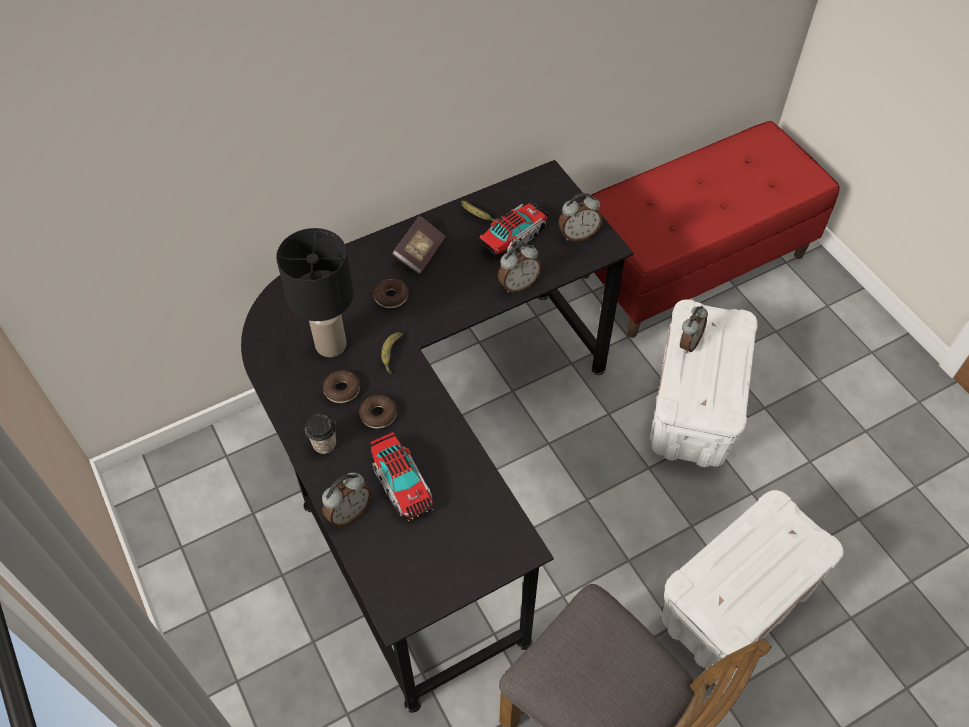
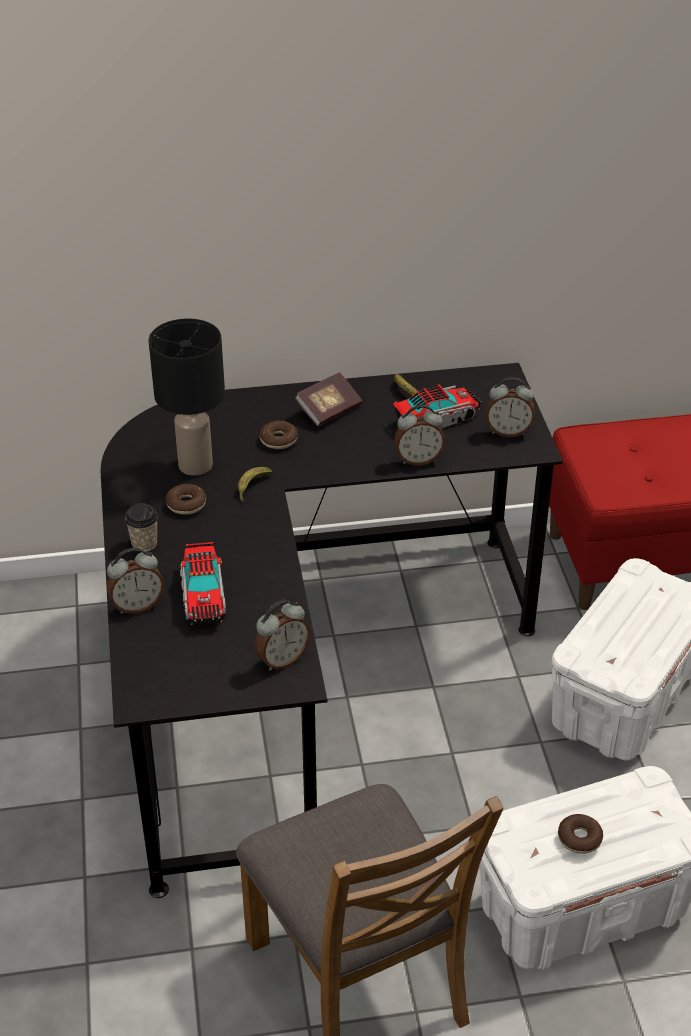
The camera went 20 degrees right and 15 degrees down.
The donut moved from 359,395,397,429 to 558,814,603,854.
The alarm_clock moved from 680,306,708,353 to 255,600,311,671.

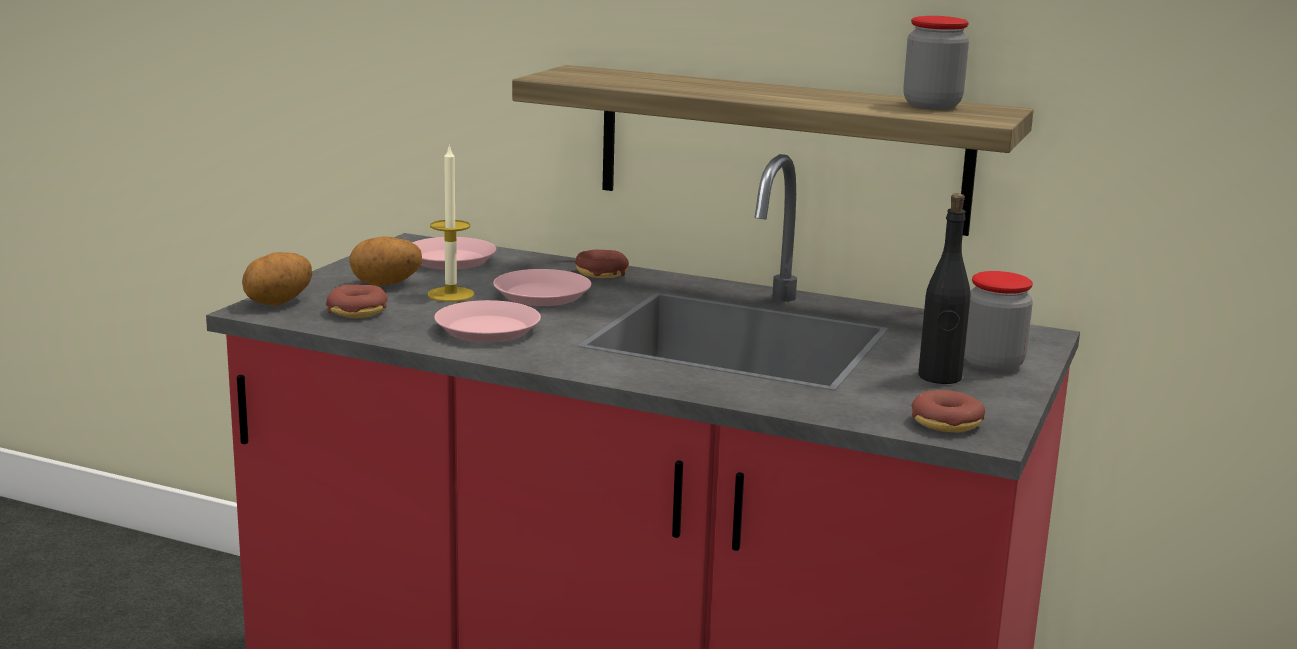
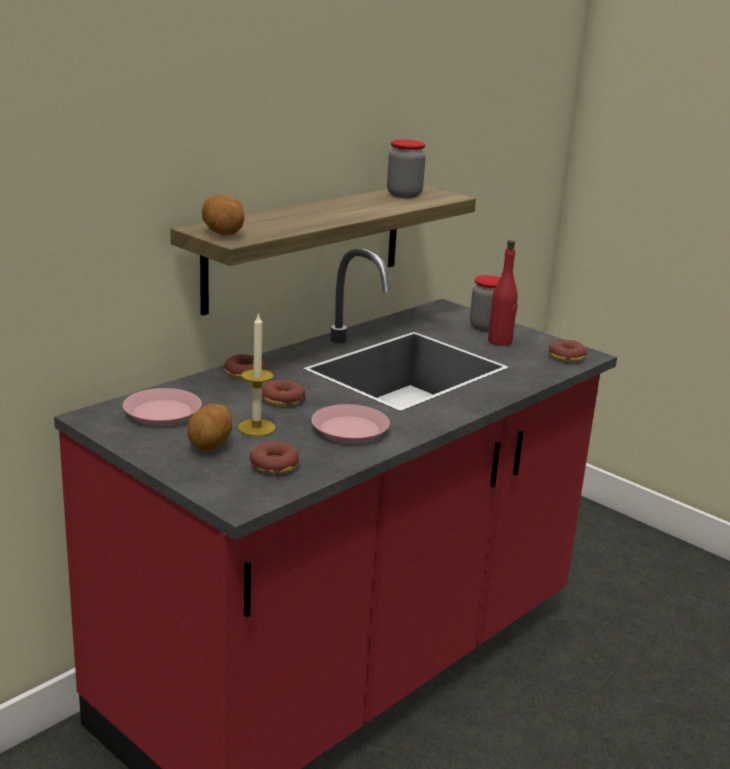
The camera went 70 degrees left and 5 degrees up.
The potato moved from 242,252,312,305 to 202,195,244,236.
The pink_plate at 493,269,591,306 was replaced by the donut at 262,380,305,406.
The black_bottle at 918,193,970,384 became the red_bottle at 488,240,518,346.

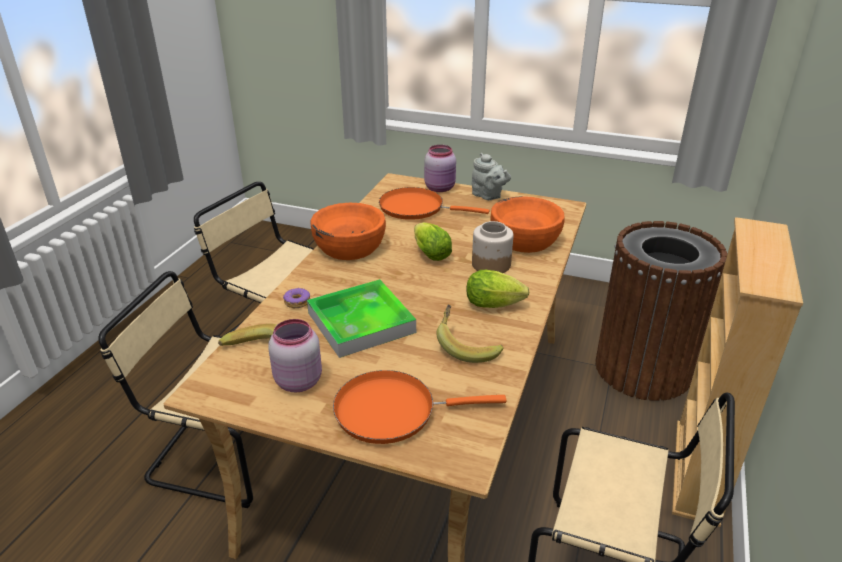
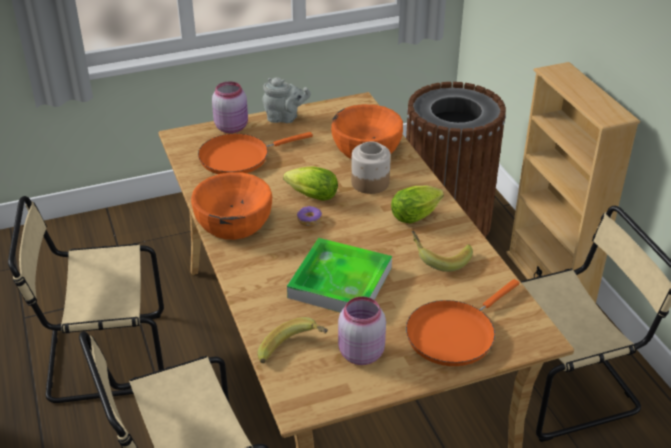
The camera went 40 degrees left and 5 degrees up.
The donut moved from 283,287,310,308 to 297,206,322,226.

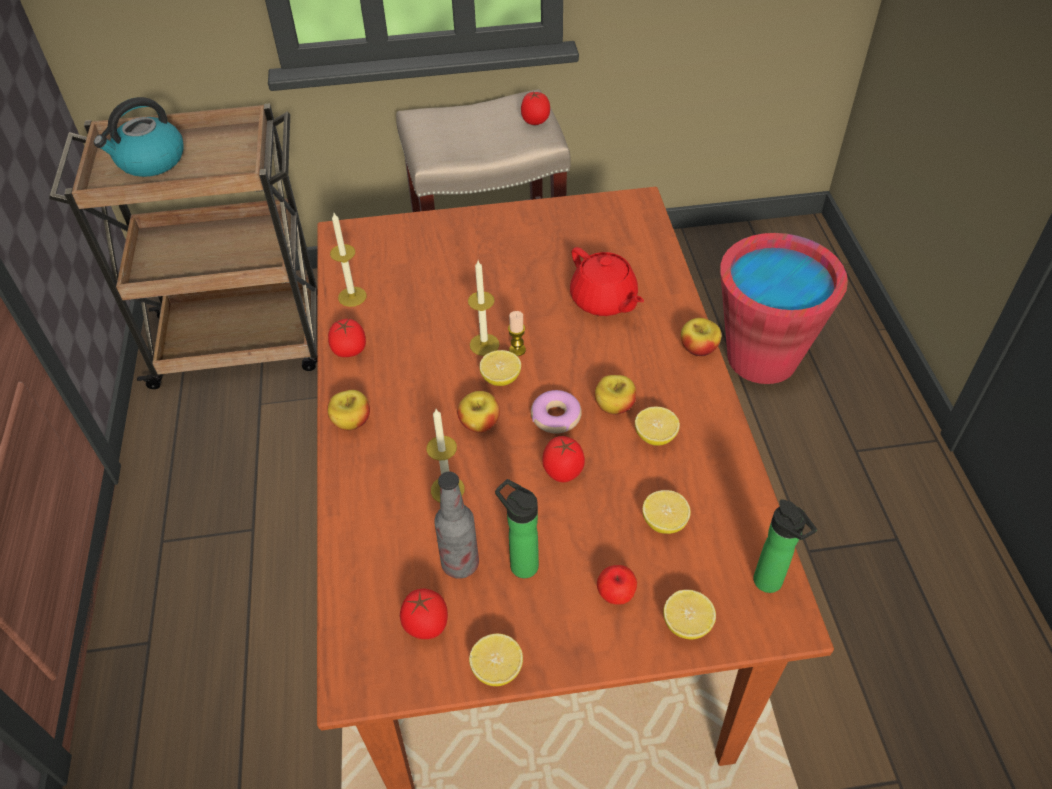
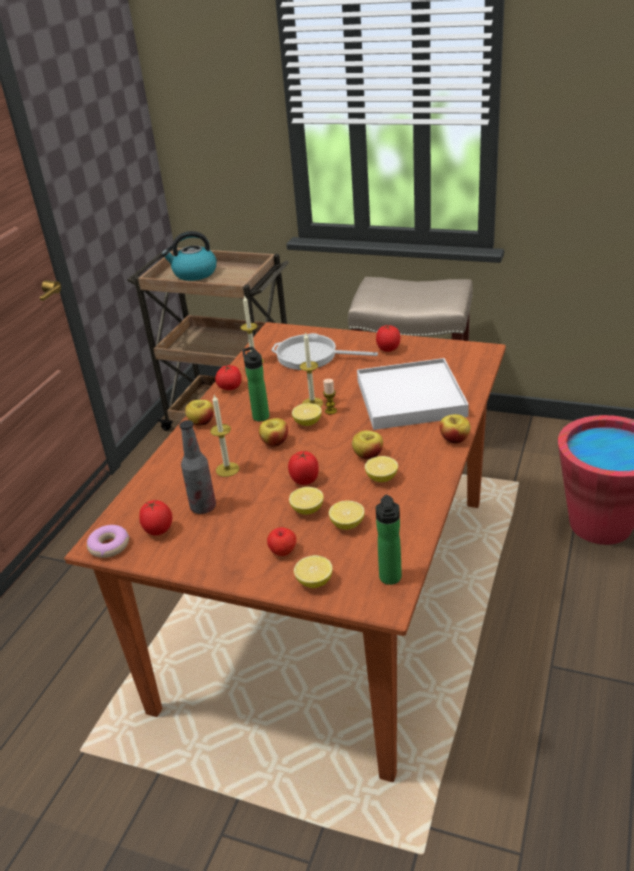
The camera went 30 degrees right and 15 degrees down.
The frying_pan at 271,333,378,370 appeared.
The lemon moved from 469,634,523,686 to 289,487,324,515.
The bottle moved from 495,479,539,578 to 242,347,269,421.
The tomato moved from 521,92,550,125 to 376,324,401,352.
The donut moved from 531,390,582,433 to 87,525,129,558.
The red_teapot at 570,247,644,316 was replaced by the white_tray at 357,358,469,430.

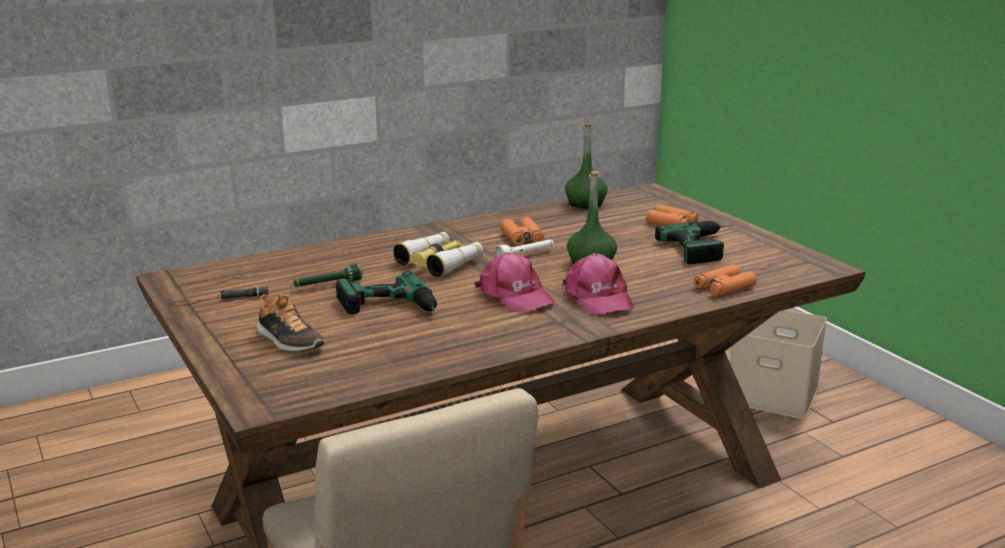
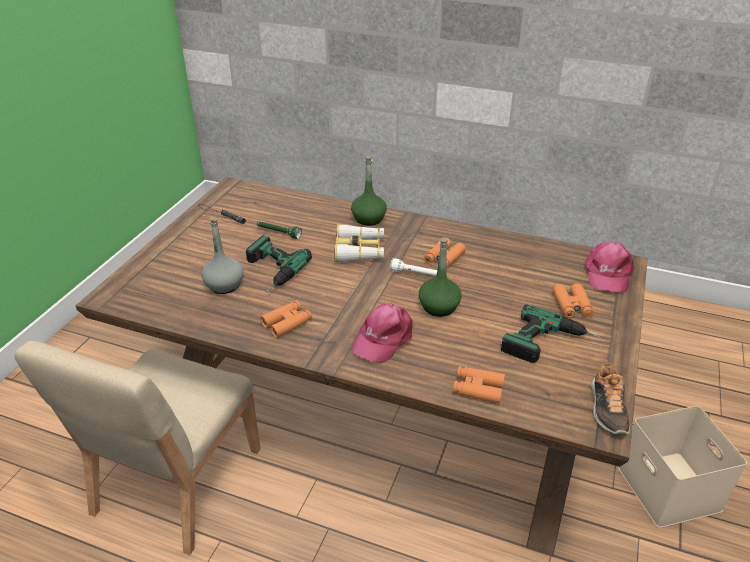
The camera went 50 degrees right and 15 degrees up.
The grey_bottle at 201,217,243,294 appeared.
The orange_binoculars at 260,301,312,338 appeared.
The shoe moved from 256,294,325,352 to 591,361,630,435.
The pink_cap moved from 475,252,555,312 to 585,242,634,292.
The green_bottle moved from 565,124,608,209 to 351,157,387,226.

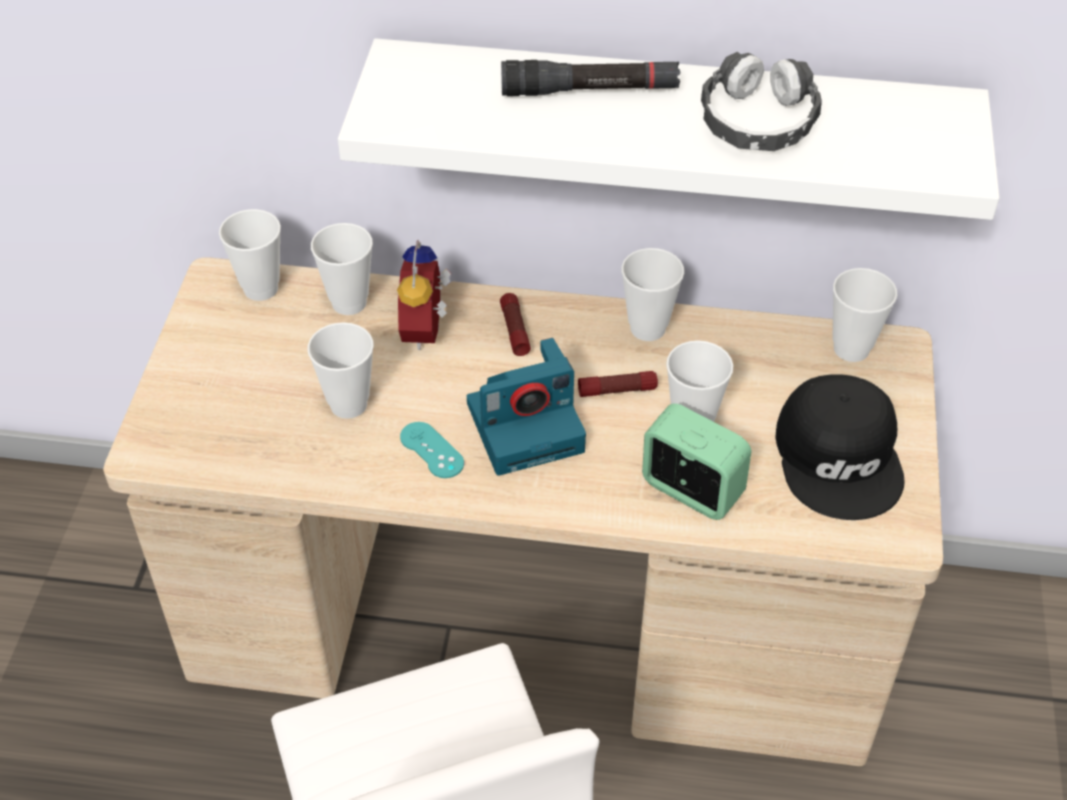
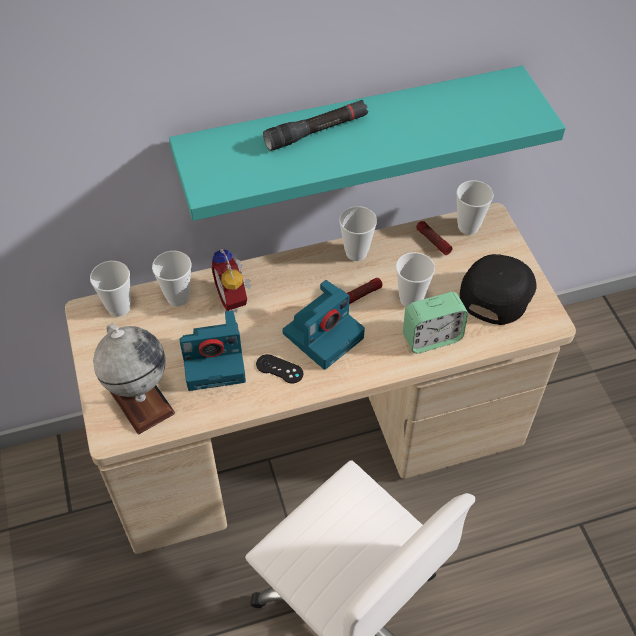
The camera went 25 degrees left and 5 degrees up.
The headphones at 701,51,822,151 disappeared.
The globe at 93,323,175,434 appeared.
The flashlight moved from 500,293,531,356 to 416,221,453,255.
The cup at 307,322,374,419 was replaced by the photo_camera at 180,310,246,391.
The white_shelf at 338,38,1000,220 became the turquoise_shelf at 169,66,566,221.
The turquoise_game_controller at 400,422,464,478 became the black_game_controller at 256,354,303,383.
The alarm_clock at 642,403,751,520 turned 150 degrees clockwise.
The black_cap at 776,374,905,520 turned 120 degrees counterclockwise.

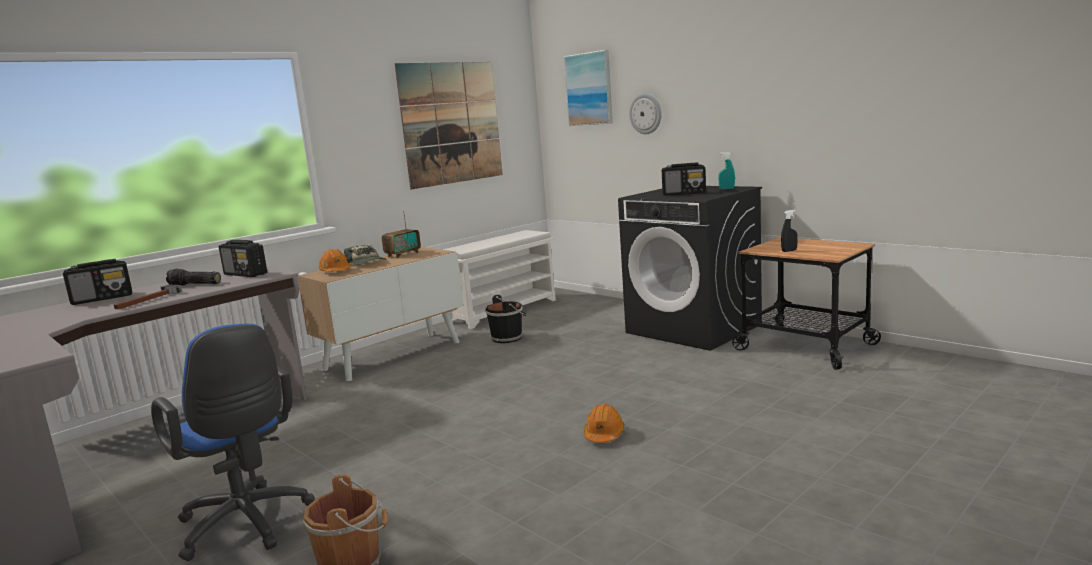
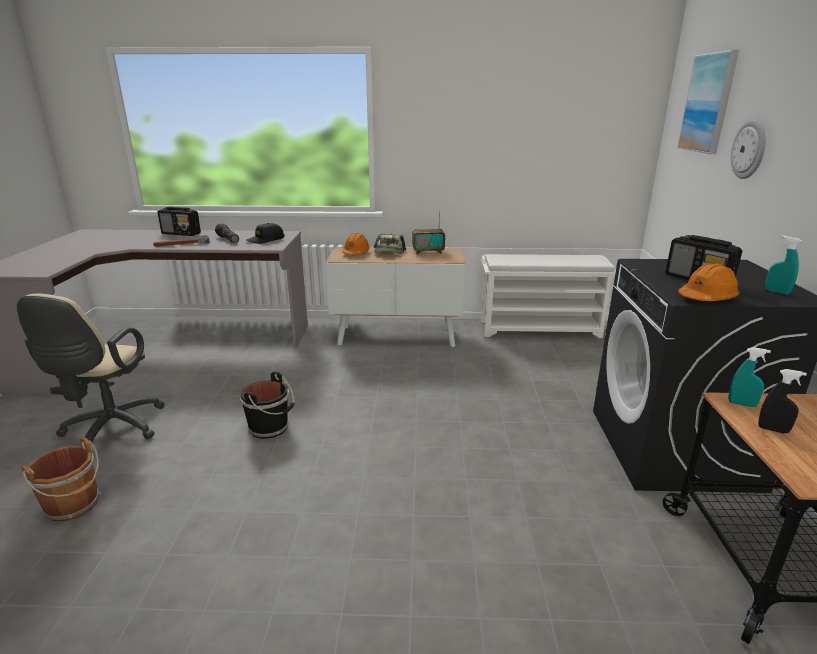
The camera went 45 degrees right and 10 degrees up.
The picture at 395,62,503,189 disappeared.
The turquoise_spray_bottle at 728,347,771,407 appeared.
The black_bucket moved from 485,295,526,343 to 240,371,294,439.
The orange_hard_hat moved from 584,404,624,443 to 678,263,739,301.
The radio at 219,240,267,277 was replaced by the black_cap at 246,223,285,244.
The blue_office_chair at 151,324,315,561 became the beige_office_chair at 17,293,165,445.

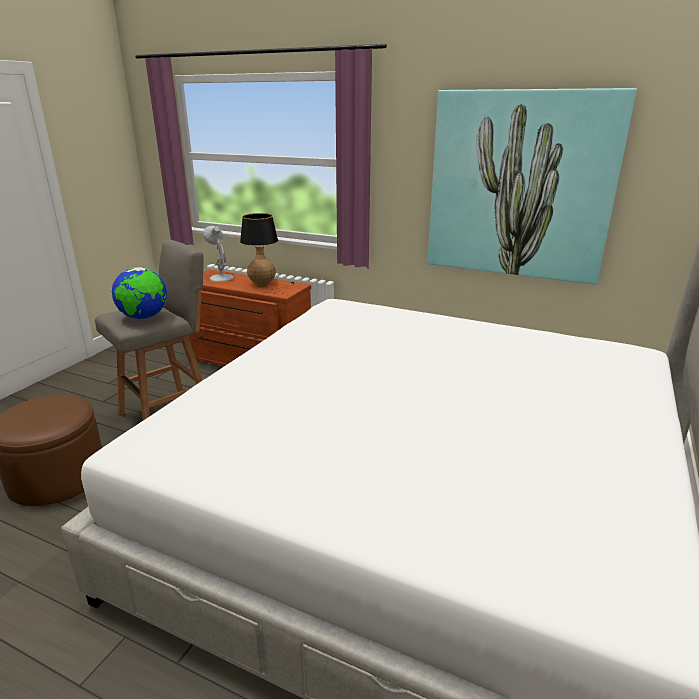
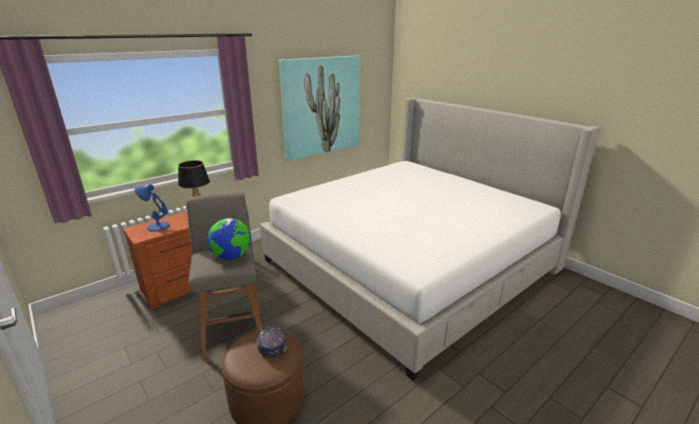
The camera went 65 degrees left and 0 degrees up.
The cap at 255,326,287,358 appeared.
The white_table_lamp at 203,226,234,282 became the blue_table_lamp at 134,184,170,232.

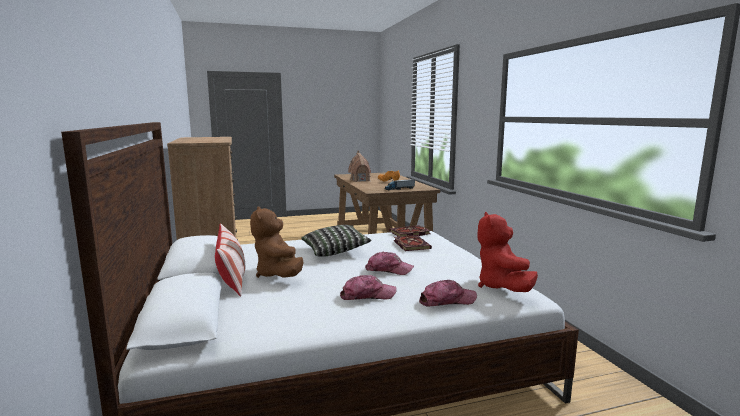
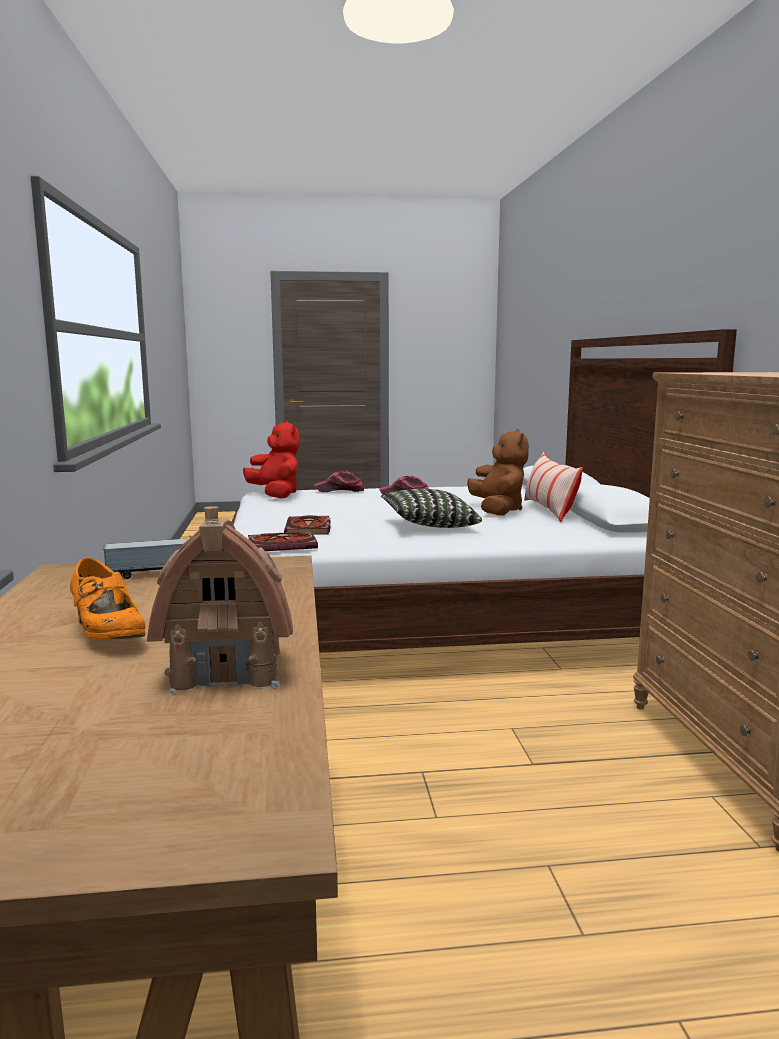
The camera went 170 degrees left and 0 degrees up.
The cap at 365,252,414,275 disappeared.
The red_plush_toy at 477,212,538,292 turned 45 degrees counterclockwise.

